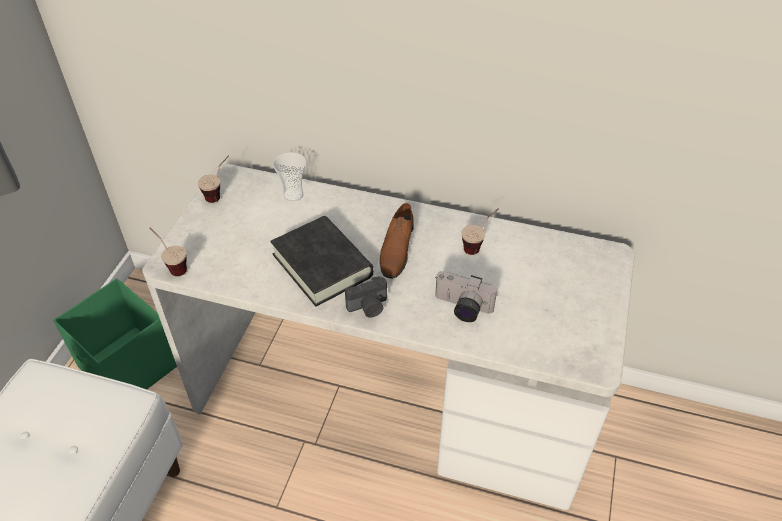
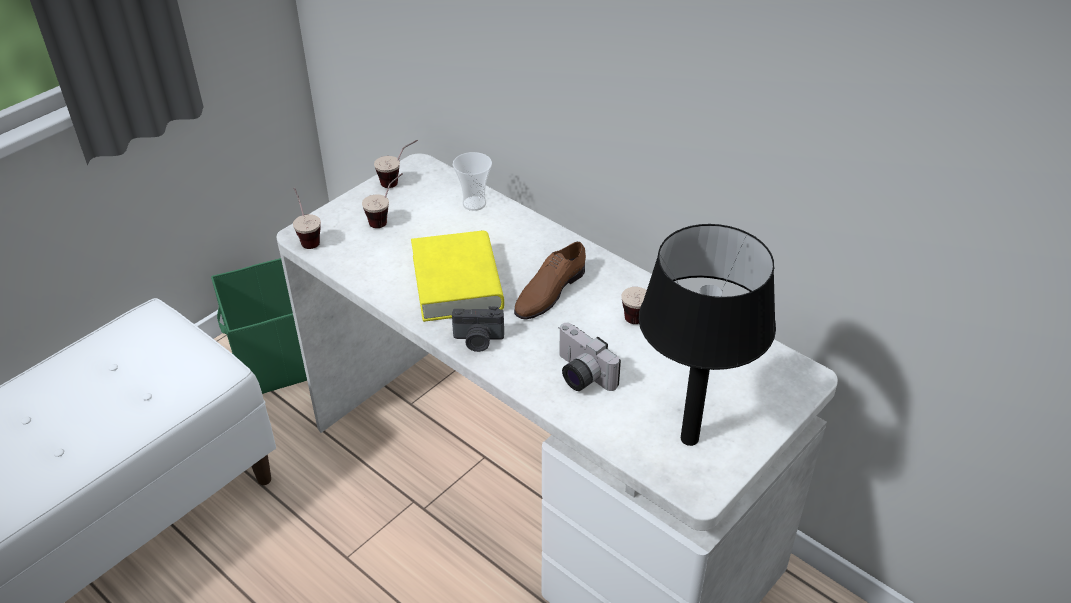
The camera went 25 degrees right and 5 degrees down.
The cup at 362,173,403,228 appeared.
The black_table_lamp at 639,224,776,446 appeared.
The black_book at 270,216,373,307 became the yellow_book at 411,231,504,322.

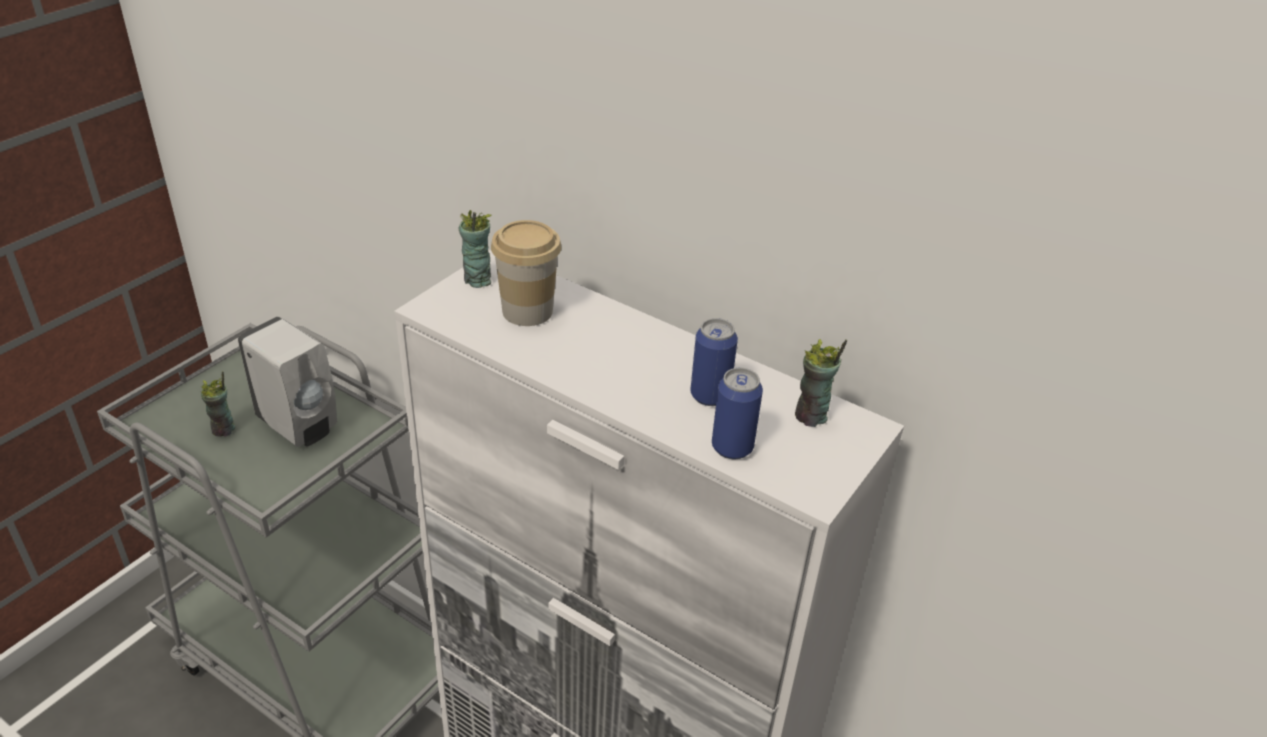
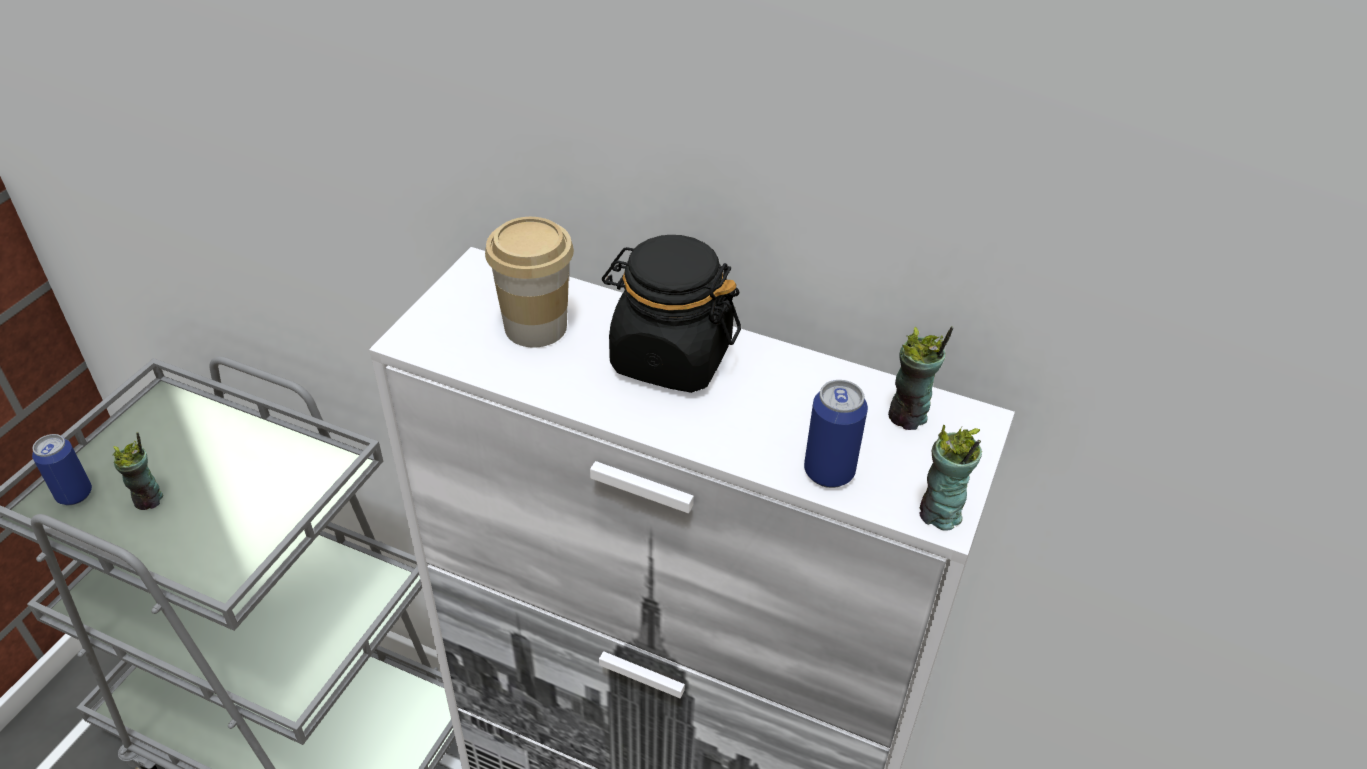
The camera went 10 degrees left and 5 degrees up.
The white_soap_dispenser at 238,317,337,447 disappeared.
The black_jar at 602,235,741,393 appeared.
The cup moved from 459,210,491,288 to 920,424,982,531.
The can moved from 691,318,738,406 to 32,434,92,505.

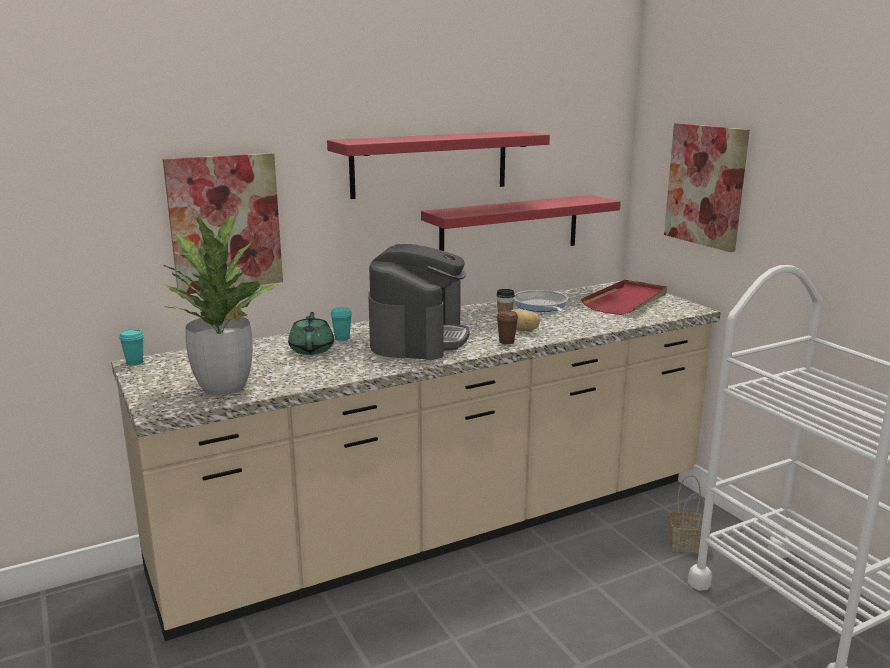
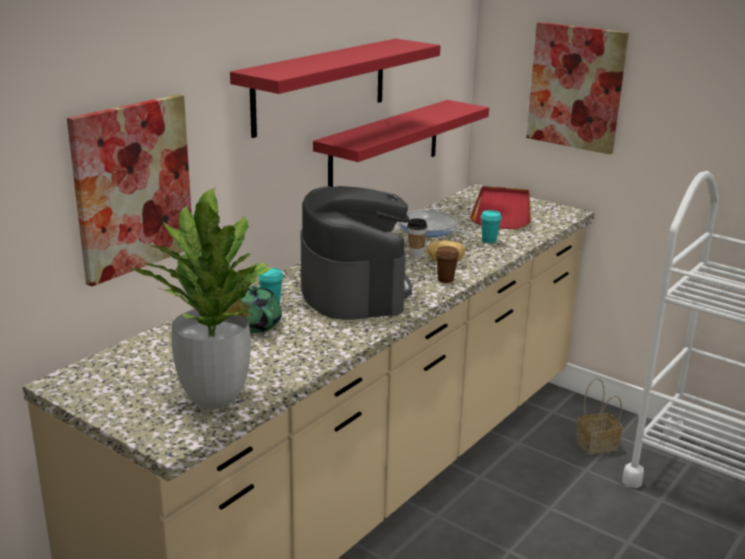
The camera went 25 degrees left and 5 degrees up.
The turquoise_cup moved from 119,329,144,365 to 481,210,502,243.

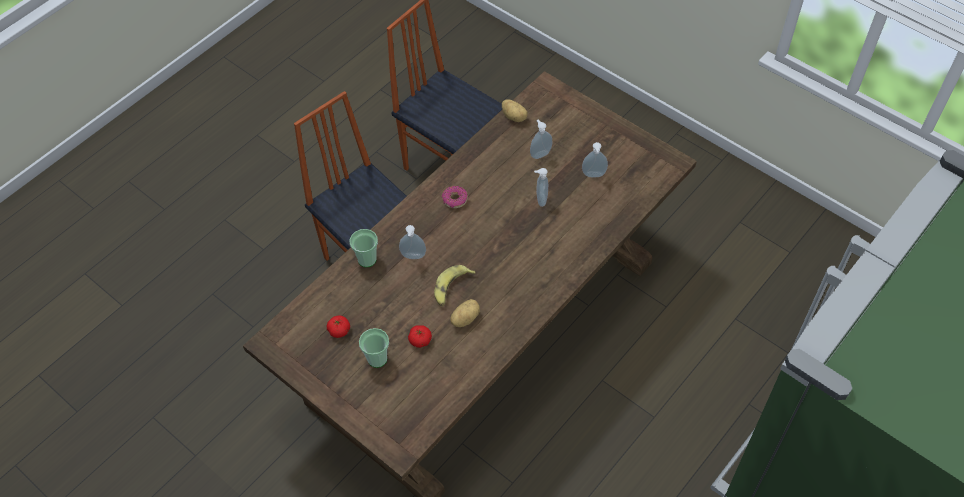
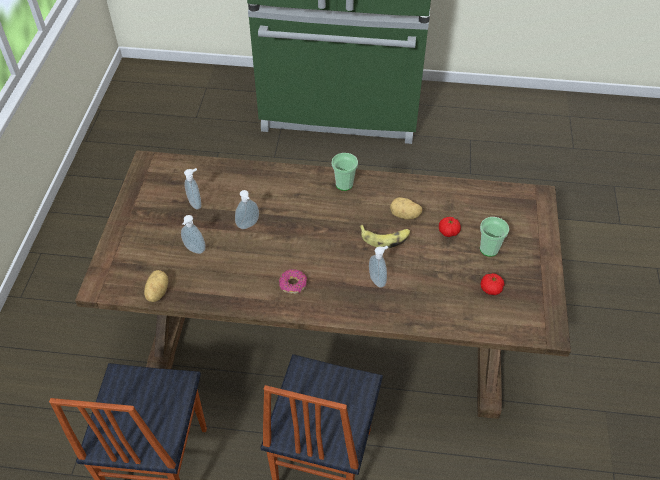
The camera went 125 degrees left and 5 degrees down.
The cup moved from 349,229,378,267 to 332,153,358,191.

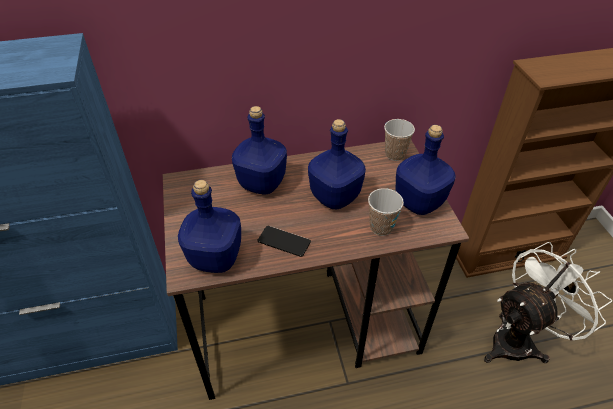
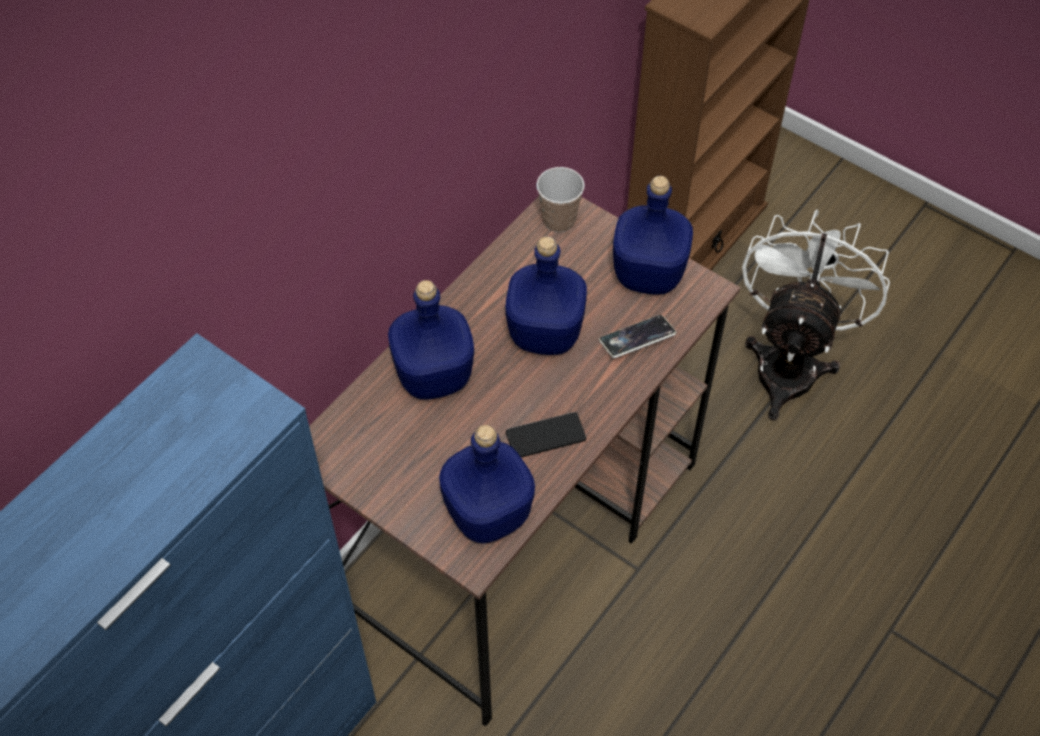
The camera went 40 degrees left and 10 degrees up.
The cup at 368,188,404,236 was replaced by the phone at 599,315,676,358.

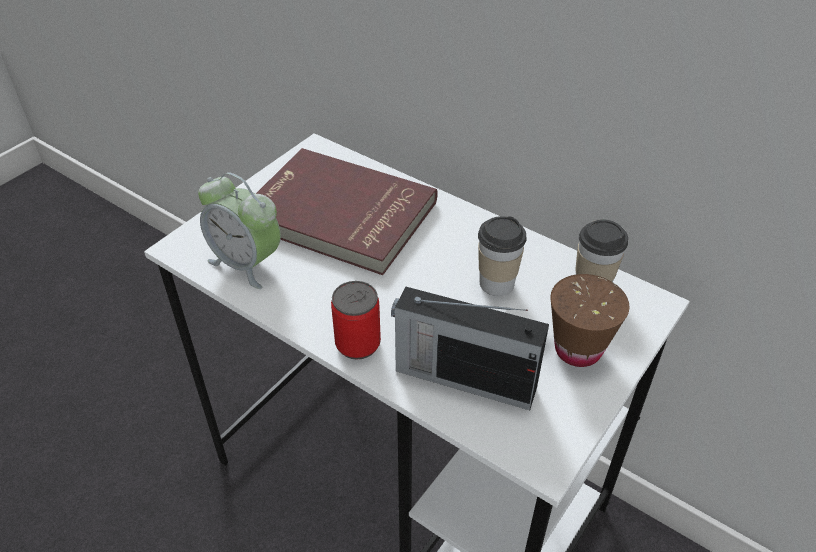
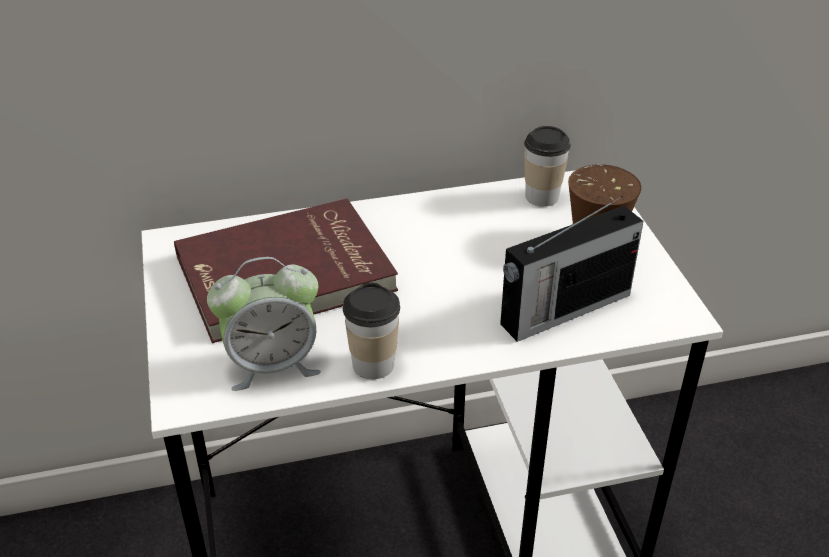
The camera went 50 degrees left and 5 degrees down.
The can at 331,281,381,360 disappeared.
The cup moved from 478,216,527,296 to 343,283,400,379.

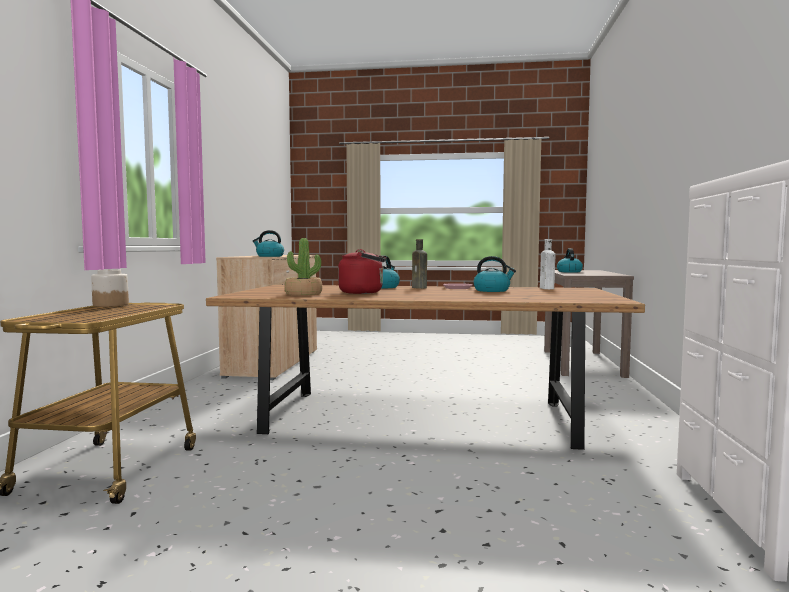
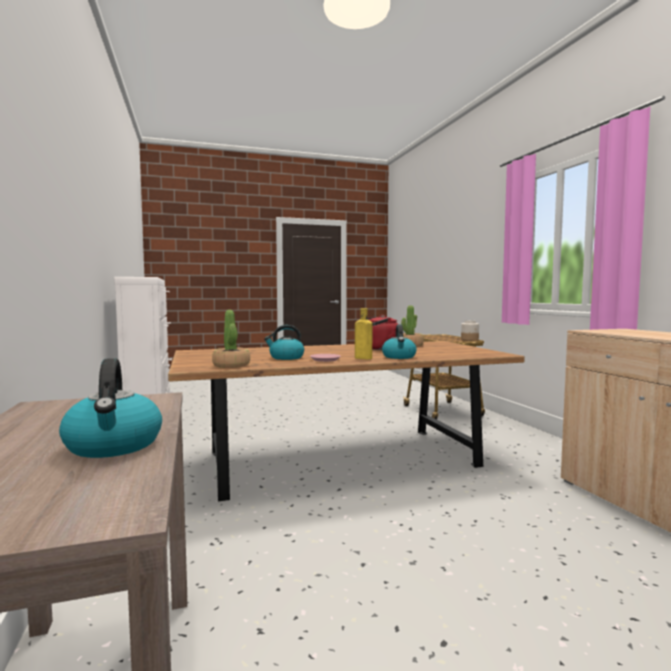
The camera went 155 degrees right and 0 degrees up.
The kettle at 252,230,284,257 disappeared.
The white_bottle at 540,239,555,289 was replaced by the potted_plant at 212,310,250,368.
The brown_bottle at 412,239,427,289 became the yellow_bottle at 355,308,373,359.

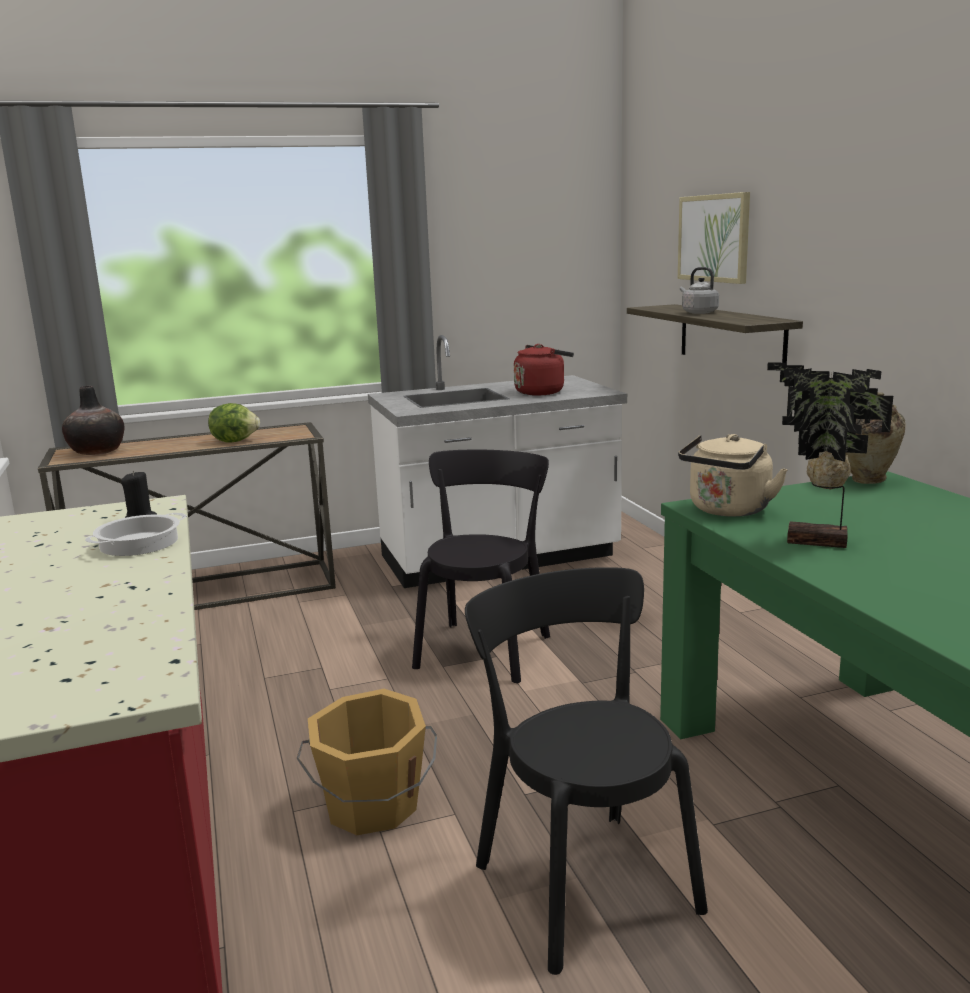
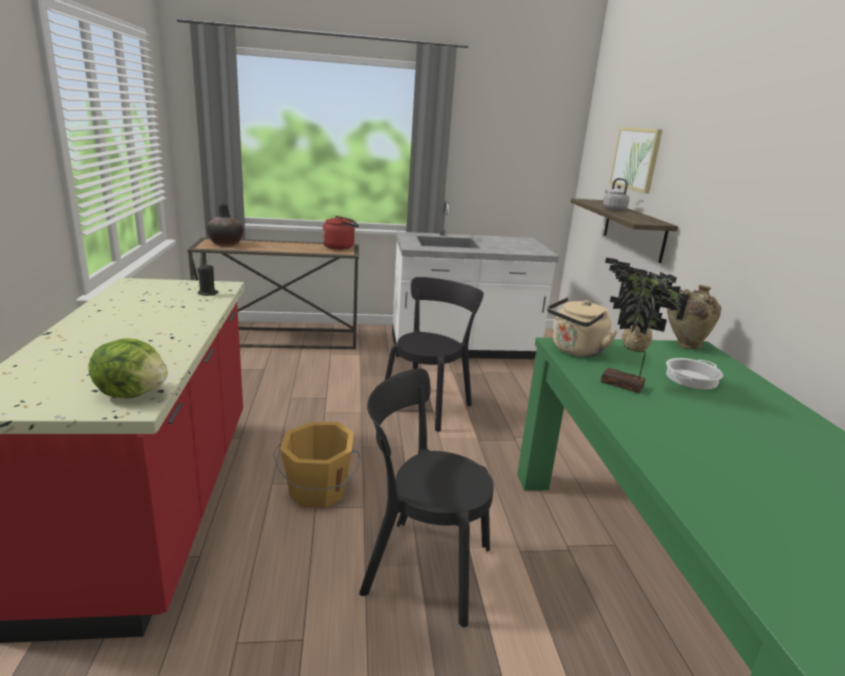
The camera went 10 degrees right and 5 degrees up.
The cooking_pot moved from 85,513,187,556 to 666,358,723,389.
The lettuce moved from 208,403,260,442 to 88,338,168,398.
The red_kettle moved from 514,344,574,396 to 322,216,359,250.
The black_chair at 465,567,708,975 turned 60 degrees counterclockwise.

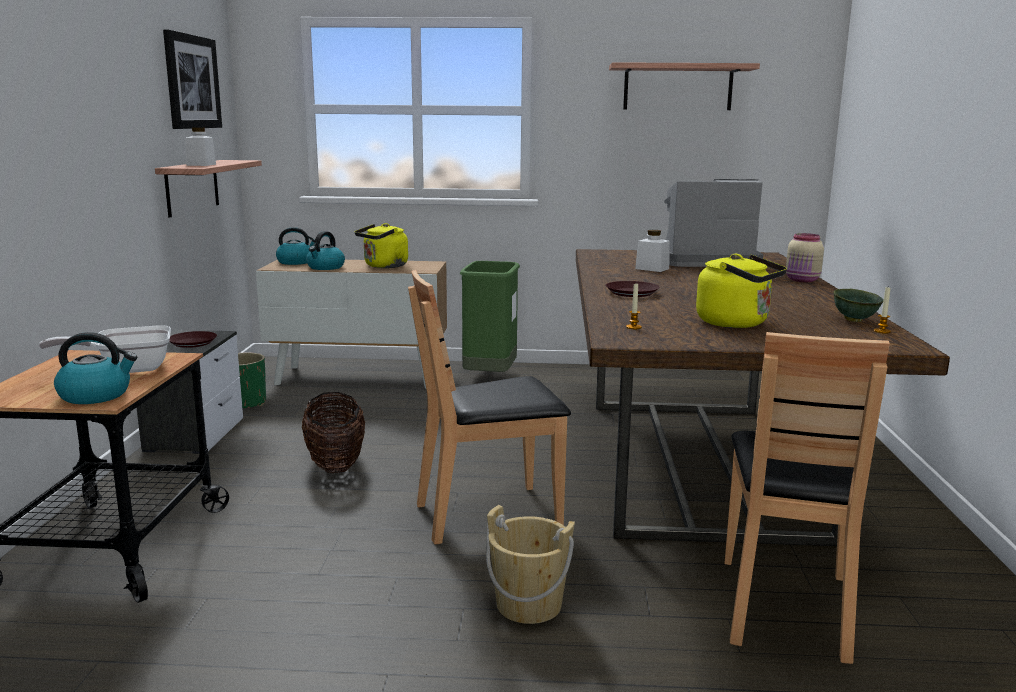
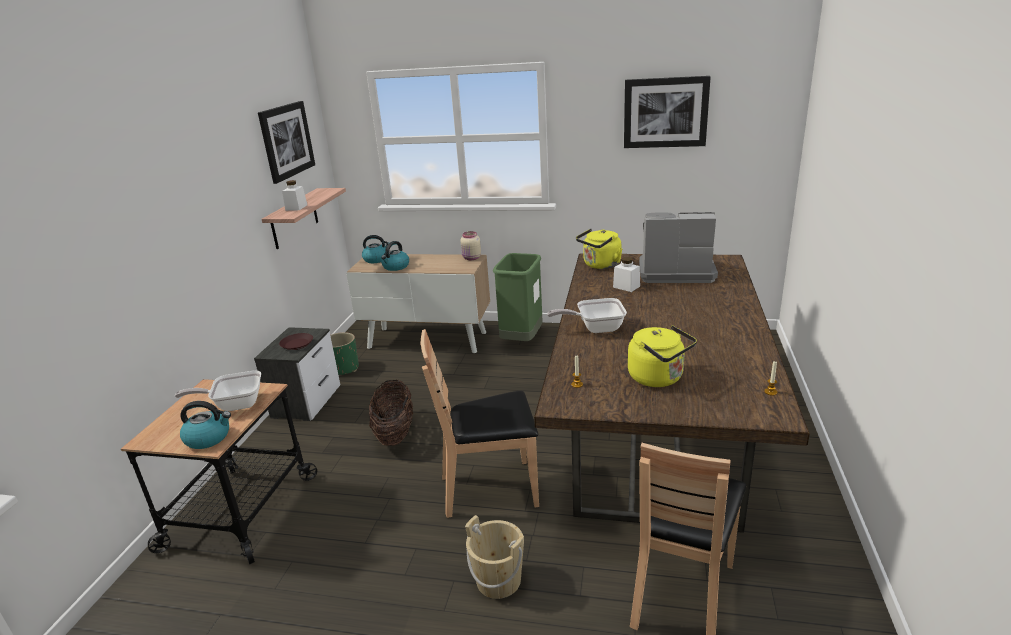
The camera went 10 degrees right and 10 degrees up.
The green_bowl at 833,289,884,322 disappeared.
The yellow_kettle moved from 355,223,408,268 to 576,229,622,269.
The beige_jar moved from 786,233,824,282 to 461,231,481,260.
The brown_plate at 605,281,660,297 was replaced by the frying_pan at 547,298,627,333.
The shelf at 609,62,760,110 was replaced by the picture at 624,76,711,148.

